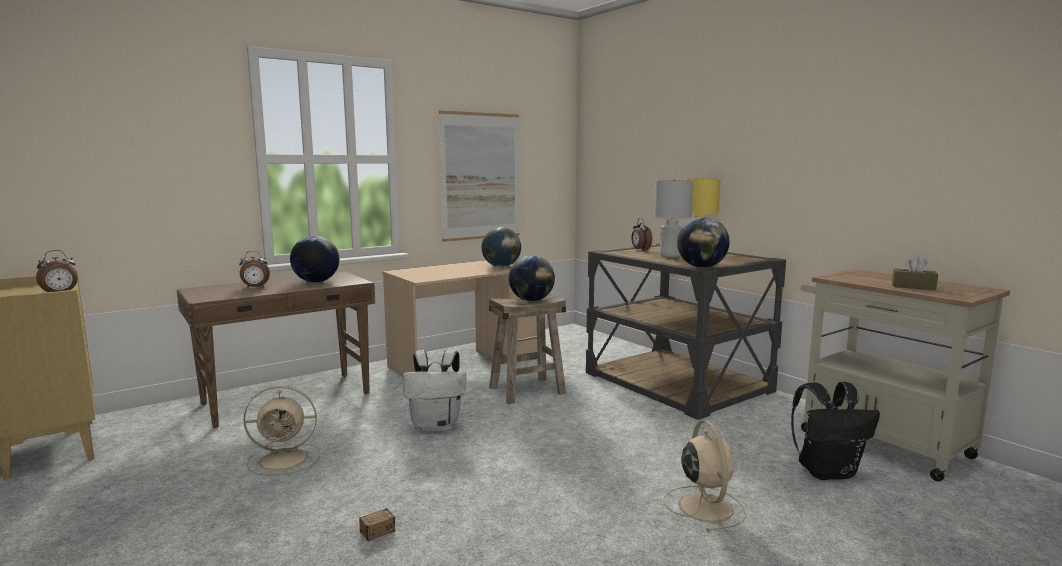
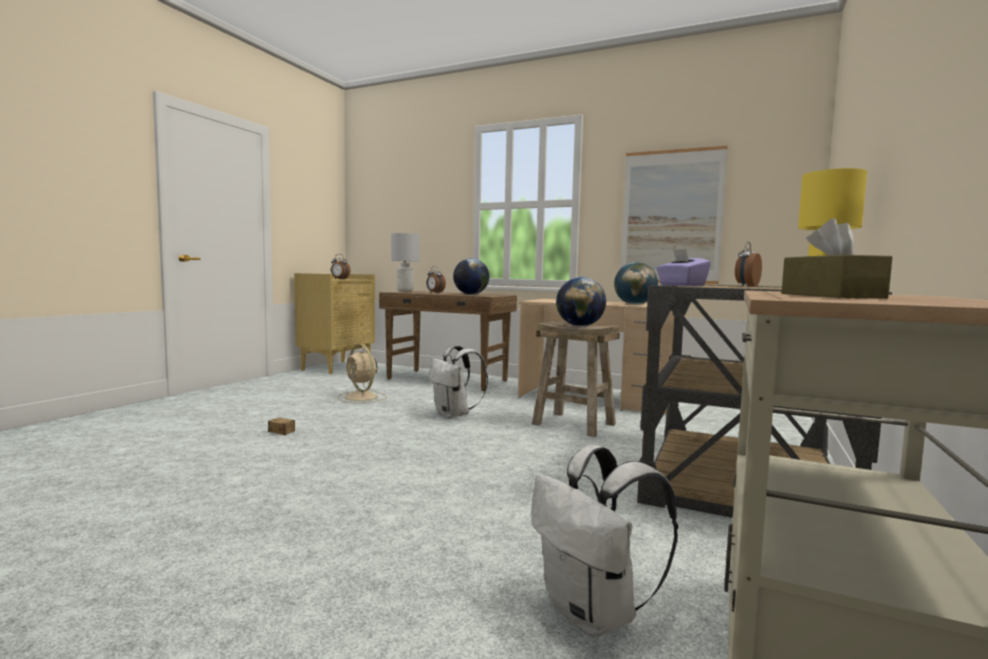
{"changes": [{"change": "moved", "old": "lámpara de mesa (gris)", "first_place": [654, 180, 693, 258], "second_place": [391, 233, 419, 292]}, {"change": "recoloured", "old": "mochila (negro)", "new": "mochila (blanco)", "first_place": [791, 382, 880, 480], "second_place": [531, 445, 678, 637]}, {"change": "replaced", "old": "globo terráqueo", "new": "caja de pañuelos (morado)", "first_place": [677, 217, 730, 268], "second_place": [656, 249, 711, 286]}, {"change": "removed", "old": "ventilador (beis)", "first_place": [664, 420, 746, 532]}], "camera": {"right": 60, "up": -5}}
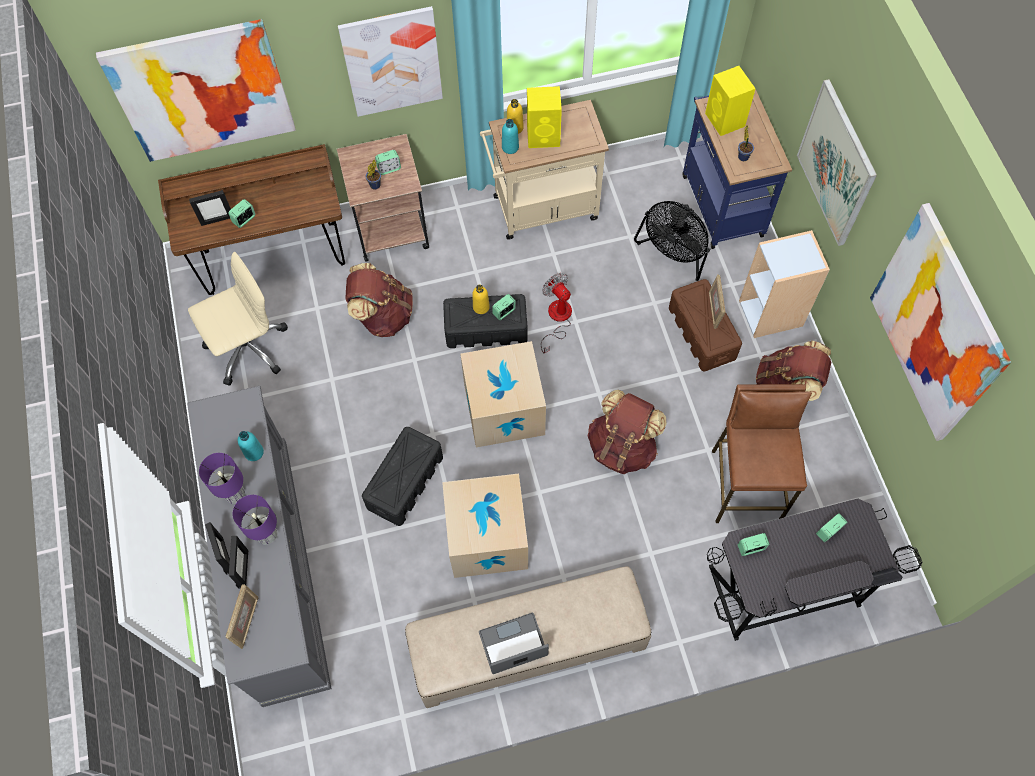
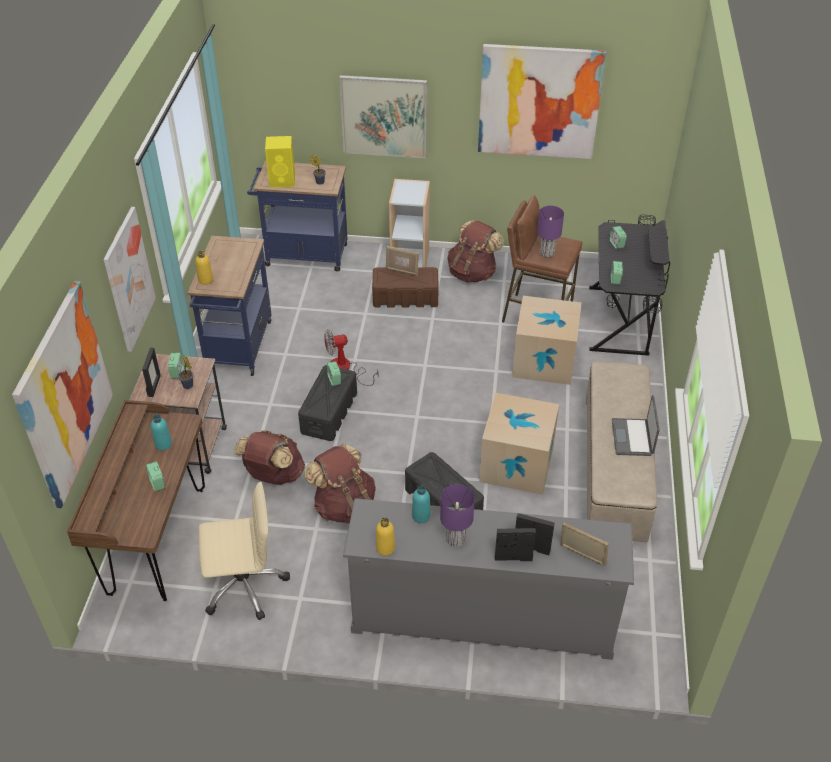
{"changes": [{"change": "moved", "old": "portarretratos", "first_place": [189, 190, 231, 226], "second_place": [142, 348, 161, 397]}, {"change": "moved", "old": "botella (turquesa)", "first_place": [502, 119, 519, 154], "second_place": [151, 414, 172, 450]}, {"change": "recoloured", "old": "carrito (beis)", "new": "carrito (azul)", "first_place": [480, 100, 609, 240], "second_place": [188, 236, 272, 376]}, {"change": "turned", "old": "silla de oficina (beis)", "first_place": [188, 252, 288, 386], "second_place": [199, 482, 290, 620], "degrees": 90}, {"change": "moved", "old": "mochila (marrón)", "first_place": [588, 390, 667, 474], "second_place": [304, 444, 376, 524]}, {"change": "moved", "old": "botella (amarillo)", "first_place": [472, 284, 490, 314], "second_place": [376, 517, 395, 556]}, {"change": "moved", "old": "caja de cartón", "first_place": [460, 341, 546, 447], "second_place": [512, 296, 581, 385]}, {"change": "moved", "old": "lámpara de mesa (morado)", "first_place": [233, 495, 277, 544], "second_place": [537, 206, 564, 257]}, {"change": "removed", "old": "altavoz (amarillo)", "first_place": [527, 86, 562, 148]}, {"change": "removed", "old": "ventilador (negro)", "first_place": [634, 201, 710, 281]}], "camera": {"right": -70, "up": -20}}
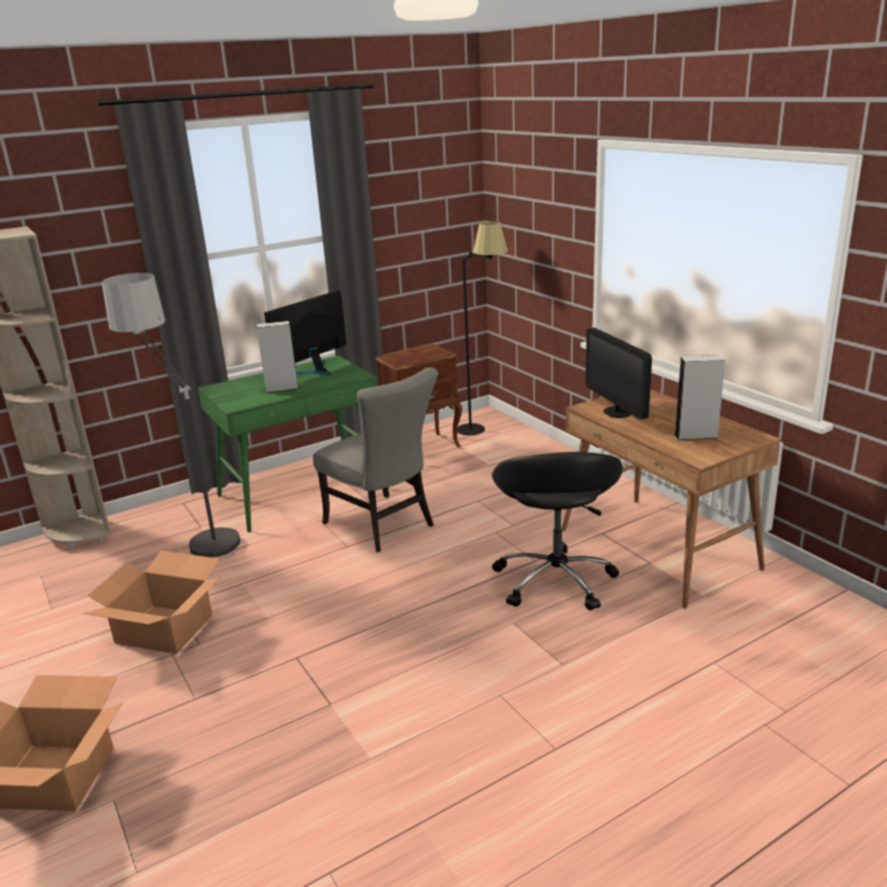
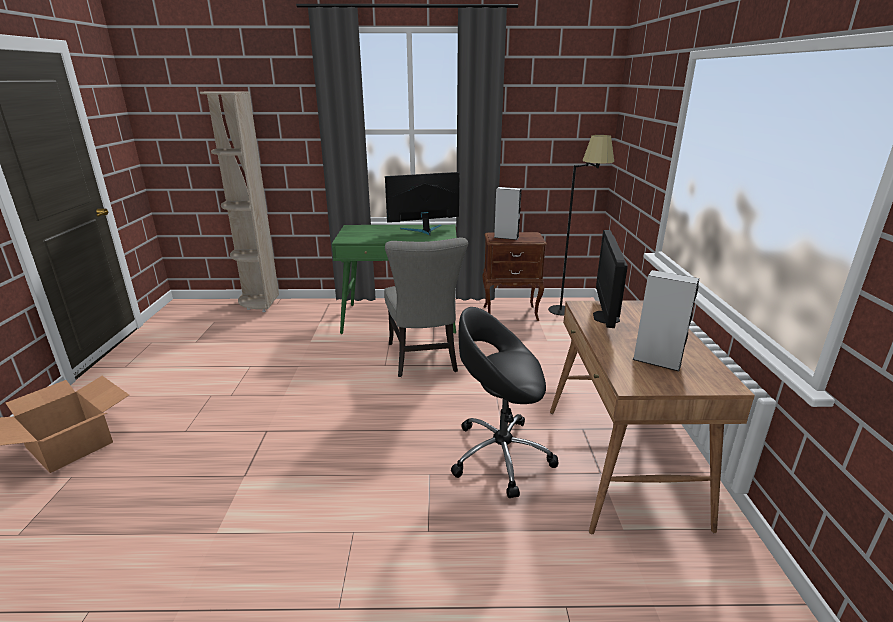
{"changes": [{"change": "turned", "old": "silla de oficina (negro)", "first_place": [492, 452, 623, 610], "second_place": [451, 307, 559, 498], "degrees": 60}, {"change": "moved", "old": "altavoz (gris)", "first_place": [256, 321, 298, 393], "second_place": [494, 187, 521, 240]}, {"change": "removed", "old": "caja de cartón", "first_place": [82, 551, 220, 654]}, {"change": "removed", "old": "lámpara de pie", "first_place": [102, 273, 240, 560]}], "camera": {"right": 30, "up": 0}}
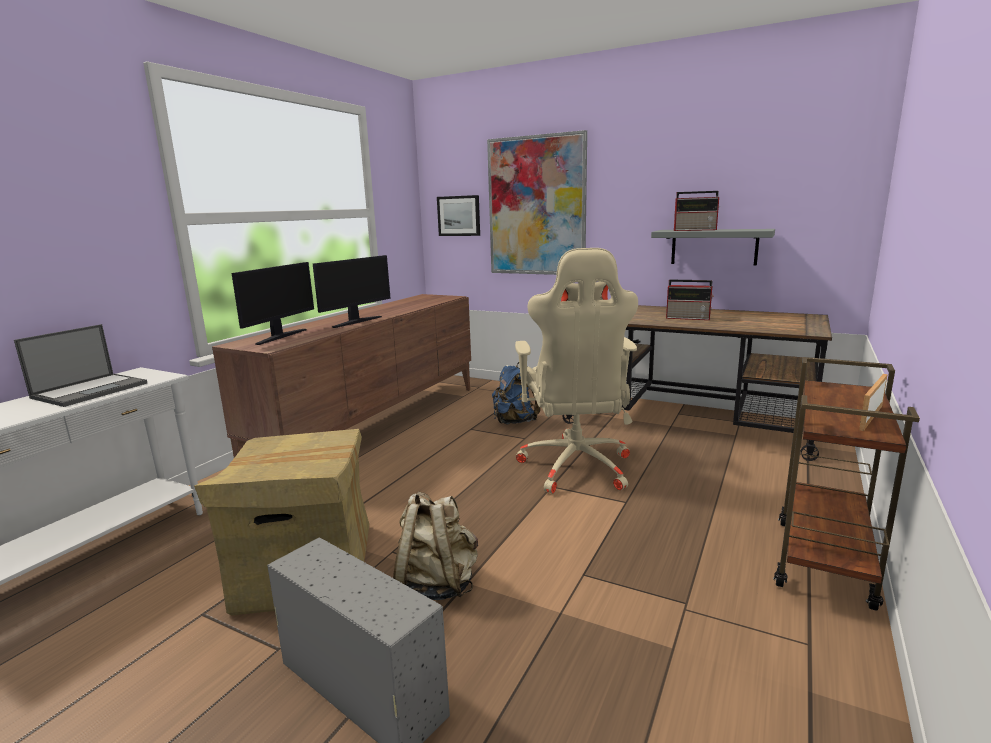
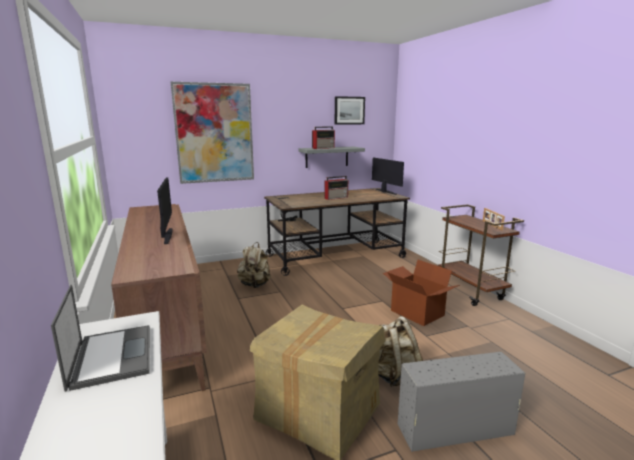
{"changes": [{"change": "recoloured", "old": "mochila (azul)", "new": "mochila (beis)", "first_place": [492, 362, 541, 424], "second_place": [237, 242, 271, 288]}, {"change": "moved", "old": "cuadro", "first_place": [437, 195, 480, 236], "second_place": [335, 96, 365, 125]}, {"change": "moved", "old": "monitor", "first_place": [231, 262, 314, 345], "second_place": [372, 158, 404, 195]}, {"change": "added", "new": "caja de cartón", "second_place": [383, 260, 460, 326]}, {"change": "removed", "old": "silla de oficina (beis)", "first_place": [515, 248, 638, 494]}], "camera": {"right": -50, "up": 0}}
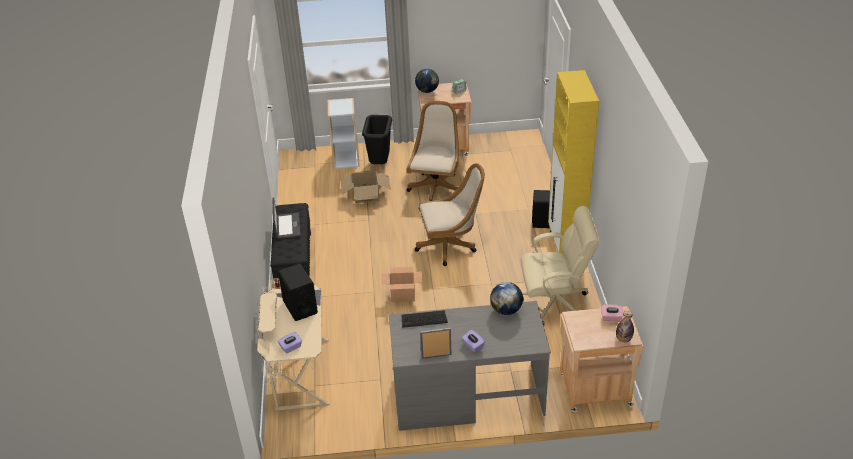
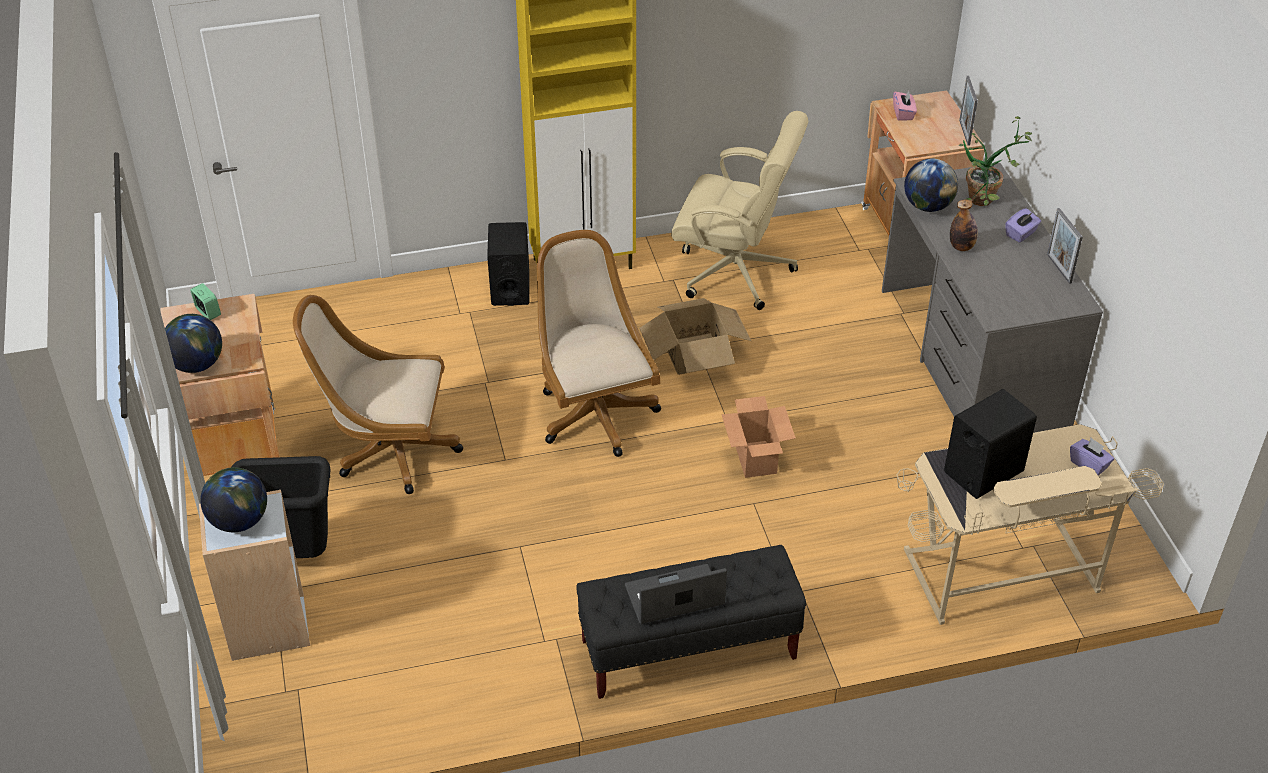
{"changes": [{"change": "added", "new": "globo terráqueo", "second_place": [200, 467, 267, 532]}, {"change": "moved", "old": "caja de cartón", "first_place": [341, 170, 391, 203], "second_place": [639, 298, 751, 375]}, {"change": "turned", "old": "silla de oficina (beis)", "first_place": [521, 206, 599, 325], "second_place": [671, 111, 809, 310], "degrees": 120}, {"change": "moved", "old": "botella", "first_place": [616, 311, 634, 342], "second_place": [950, 199, 978, 251]}, {"change": "added", "new": "portarretratos", "second_place": [959, 76, 978, 145]}, {"change": "added", "new": "planta en maceta", "second_place": [959, 116, 1032, 206]}, {"change": "removed", "old": "teclado", "first_place": [401, 310, 448, 327]}], "camera": {"right": -100, "up": 5}}
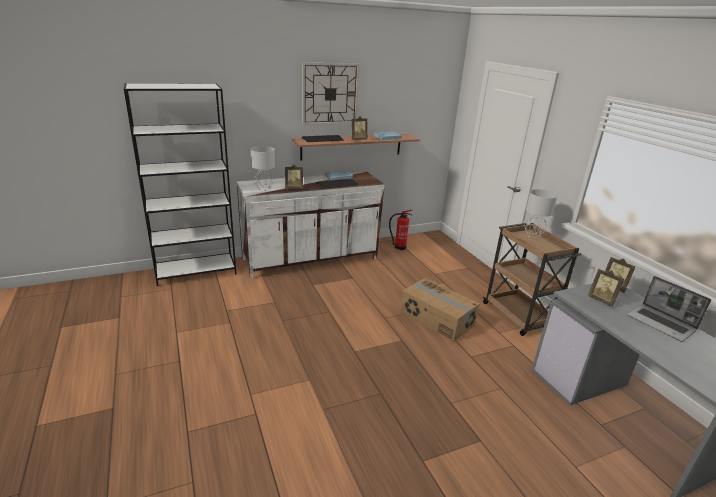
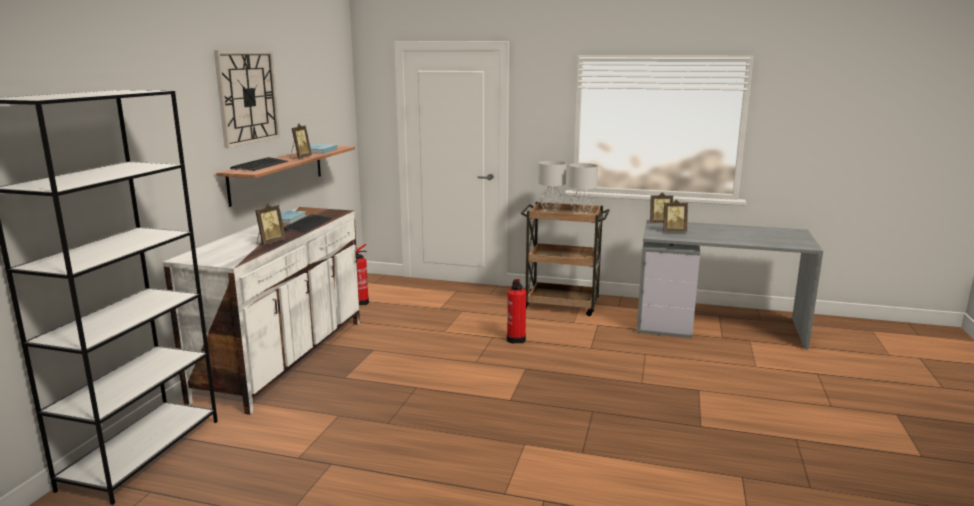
{"changes": [{"change": "replaced", "old": "caja de cartón", "new": "extintor", "first_place": [401, 278, 479, 342], "second_place": [507, 279, 526, 344]}, {"change": "moved", "old": "lámpara de mesa (gris)", "first_place": [251, 146, 275, 191], "second_place": [569, 163, 598, 215]}, {"change": "removed", "old": "portátil", "first_place": [627, 276, 711, 342]}], "camera": {"right": -50, "up": -10}}
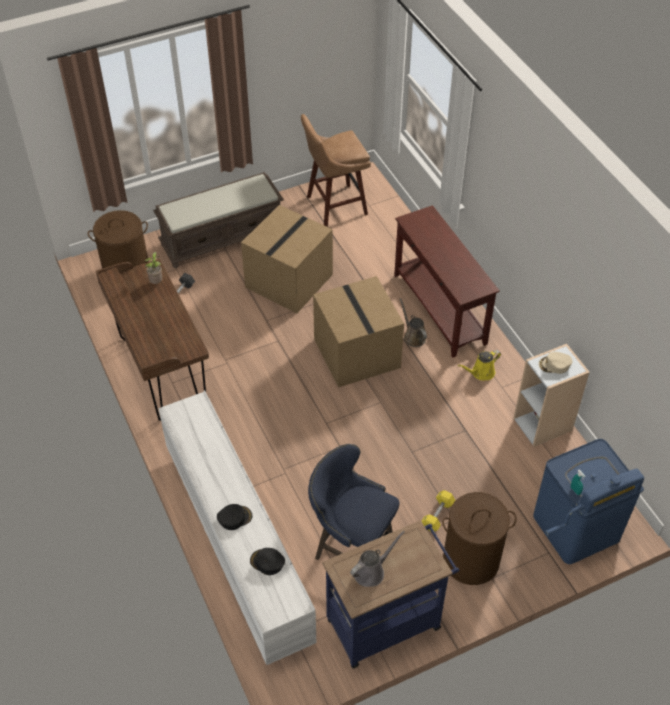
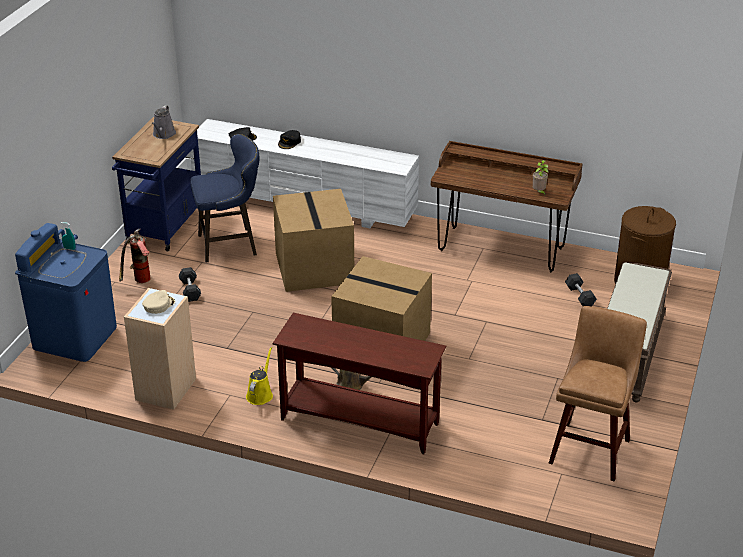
{"changes": [{"change": "replaced", "old": "cesto de la ropa (marrón)", "new": "extintor", "first_place": [442, 492, 517, 585], "second_place": [119, 229, 151, 283]}, {"change": "recoloured", "old": "mancuerna (amarillo)", "new": "mancuerna (negro)", "first_place": [421, 490, 456, 532], "second_place": [179, 267, 201, 302]}, {"change": "moved", "old": "caja de cartón", "first_place": [241, 205, 333, 313], "second_place": [273, 189, 354, 292]}], "camera": {"right": 135, "up": -15}}
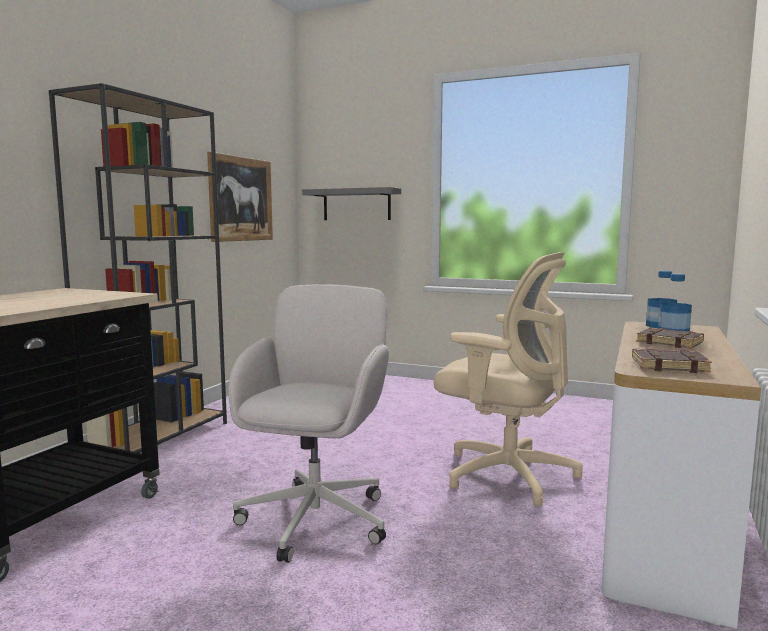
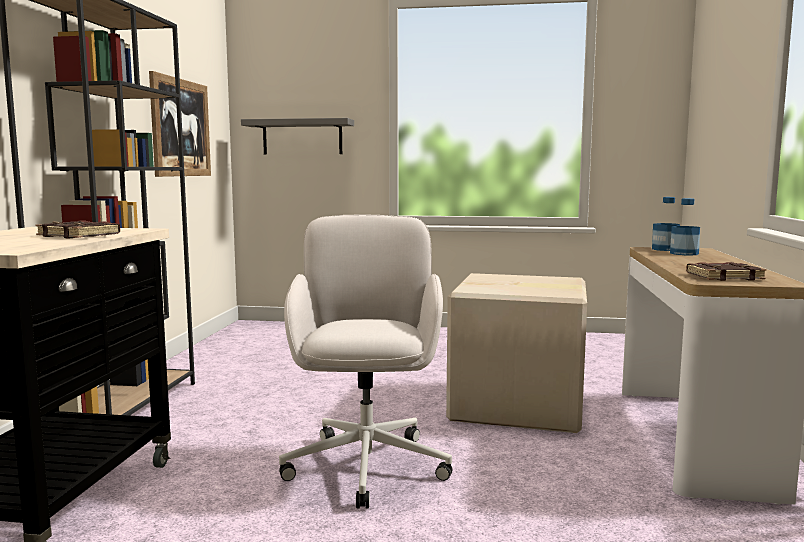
{"changes": [{"change": "moved", "old": "libro (marrón)", "first_place": [636, 328, 704, 348], "second_place": [35, 220, 120, 239]}, {"change": "replaced", "old": "silla de oficina (beis)", "new": "caja de cartón", "first_place": [434, 252, 583, 507], "second_place": [446, 273, 587, 433]}], "camera": {"right": -15, "up": 0}}
